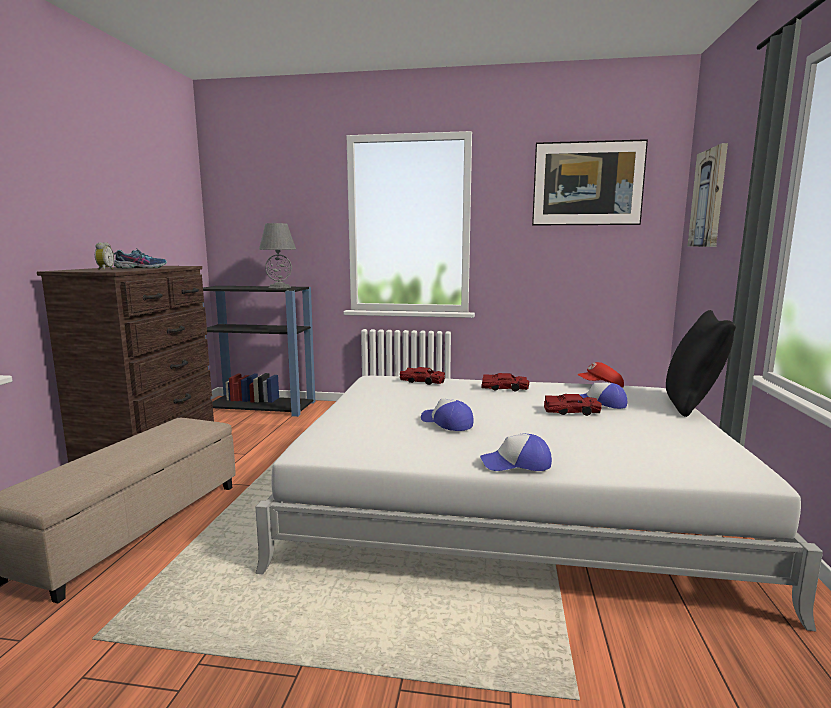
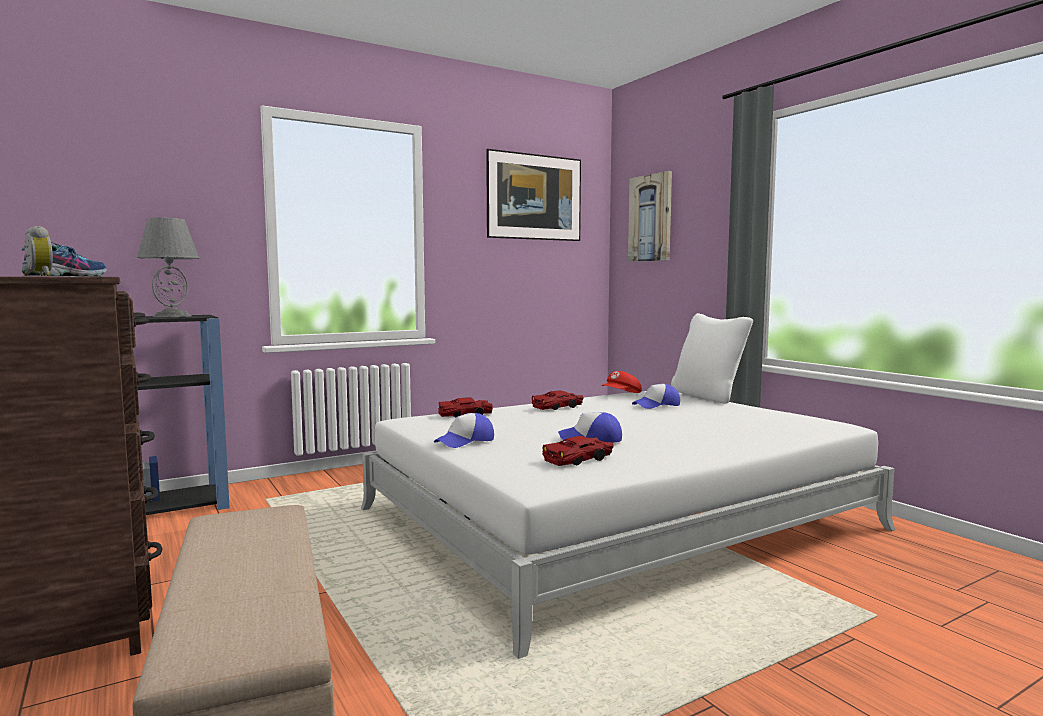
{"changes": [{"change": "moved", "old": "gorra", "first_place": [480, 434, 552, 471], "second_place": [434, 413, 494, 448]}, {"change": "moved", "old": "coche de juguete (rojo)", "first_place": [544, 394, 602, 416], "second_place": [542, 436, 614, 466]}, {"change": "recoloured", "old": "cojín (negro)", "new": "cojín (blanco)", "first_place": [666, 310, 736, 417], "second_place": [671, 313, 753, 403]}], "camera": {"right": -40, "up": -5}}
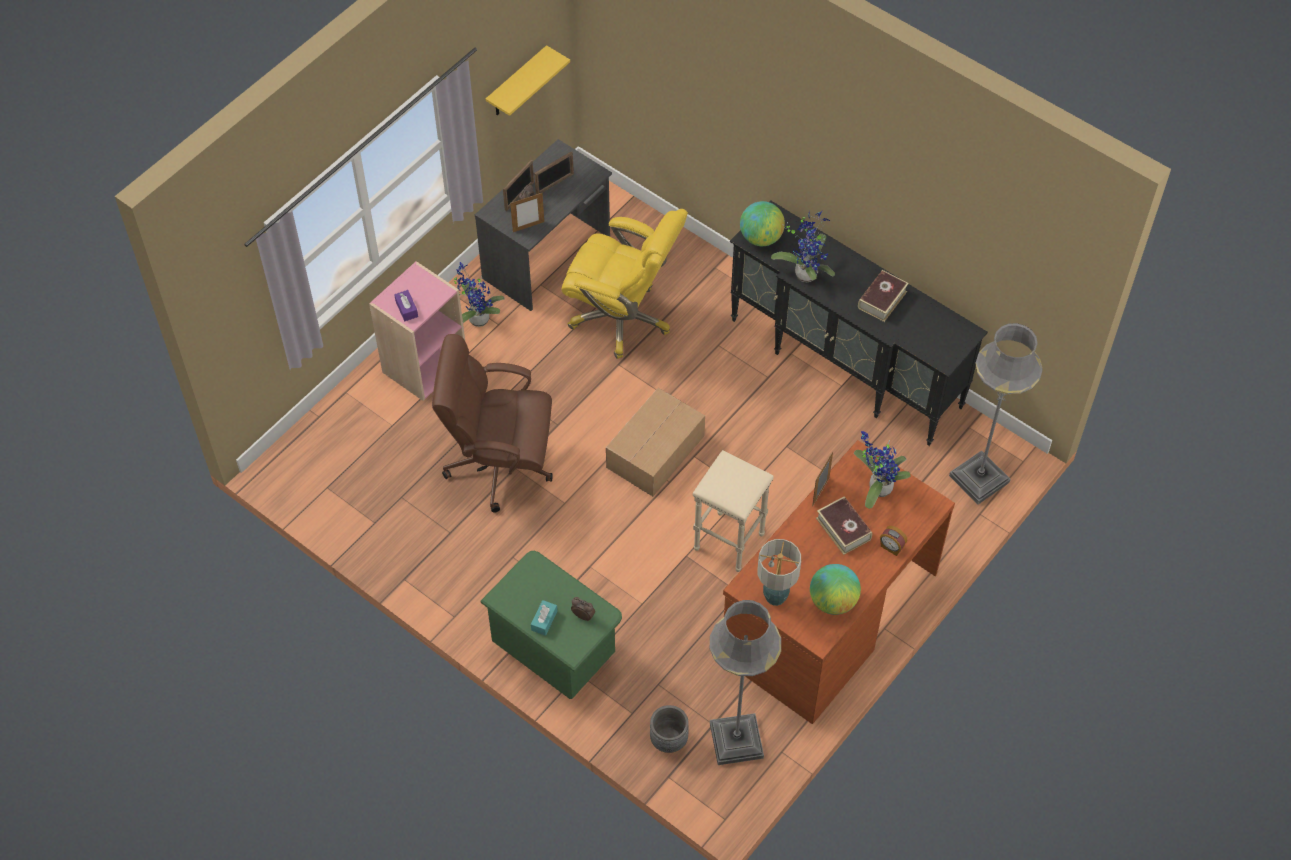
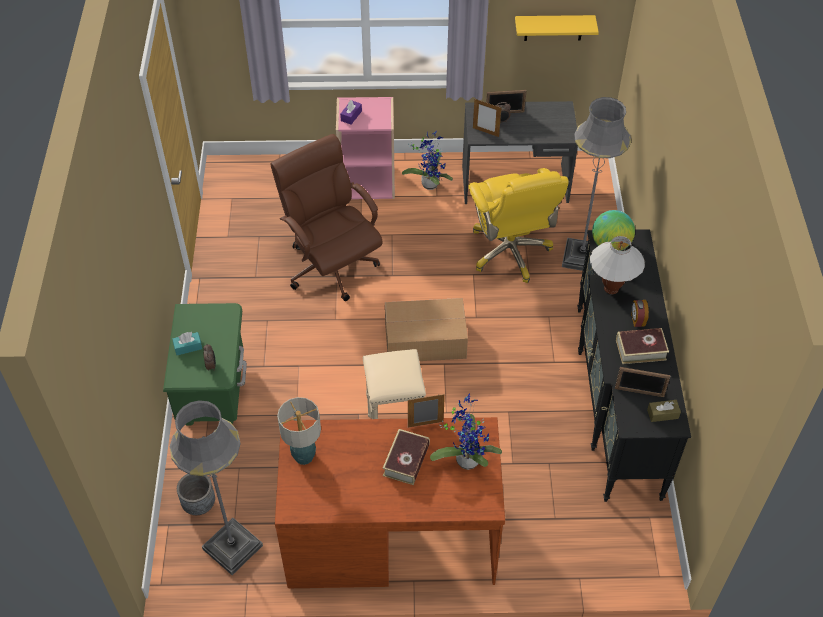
{"changes": [{"change": "moved", "old": "lámpara de pie (gris)", "first_place": [949, 323, 1043, 504], "second_place": [562, 97, 631, 271]}, {"change": "replaced", "old": "planta en maceta", "new": "lámpara de mesa (blanco)", "first_place": [771, 210, 835, 282], "second_place": [590, 236, 645, 294]}, {"change": "moved", "old": "portarretratos", "first_place": [534, 151, 574, 194], "second_place": [615, 367, 671, 397]}, {"change": "moved", "old": "despertador", "first_place": [880, 526, 908, 556], "second_place": [631, 300, 649, 327]}, {"change": "added", "new": "caja de pañuelos (marrón)", "second_place": [647, 400, 681, 422]}, {"change": "removed", "old": "globo terráqueo", "first_place": [810, 564, 861, 615]}], "camera": {"right": 50, "up": -5}}
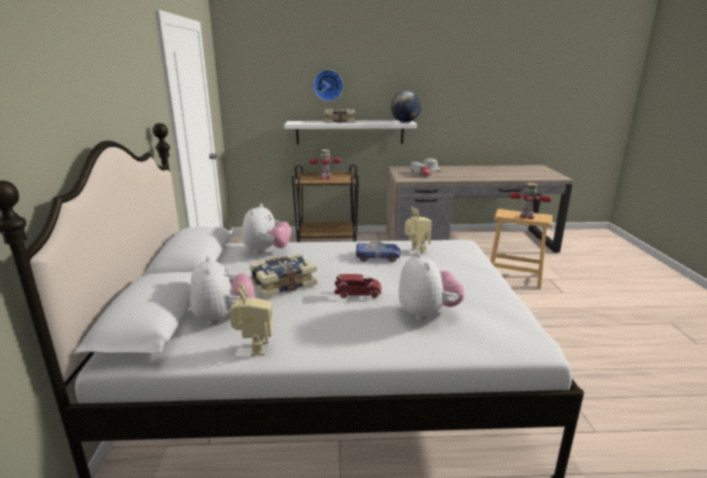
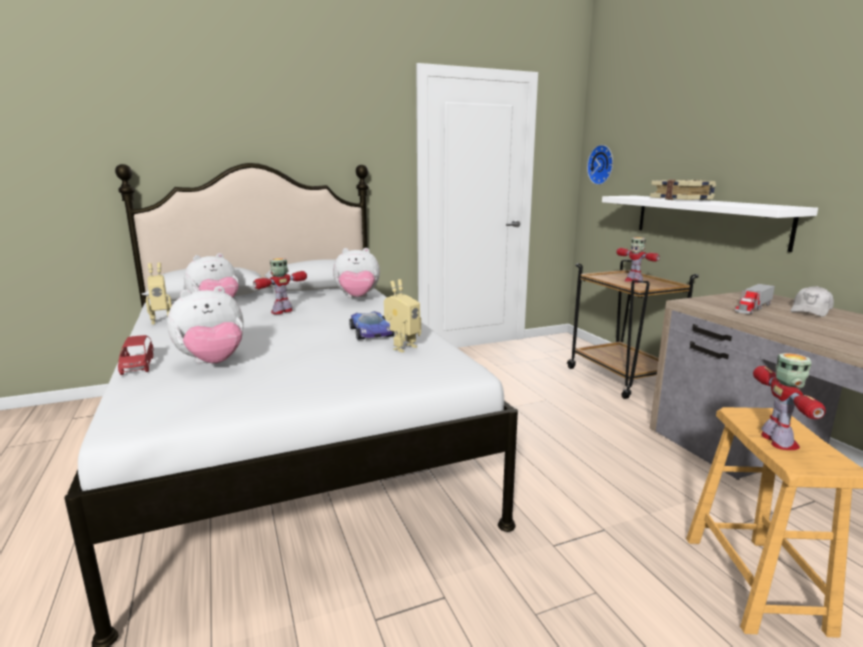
{"changes": [{"change": "moved", "old": "coche de juguete (rojo)", "first_place": [335, 274, 382, 298], "second_place": [118, 335, 154, 375]}, {"change": "replaced", "old": "libro", "new": "robot de juguete", "first_place": [250, 253, 317, 298], "second_place": [253, 258, 307, 314]}, {"change": "moved", "old": "reloj de pared", "first_place": [313, 70, 343, 101], "second_place": [587, 145, 613, 185]}, {"change": "removed", "old": "globo terráqueo", "first_place": [391, 91, 421, 123]}], "camera": {"right": 70, "up": -5}}
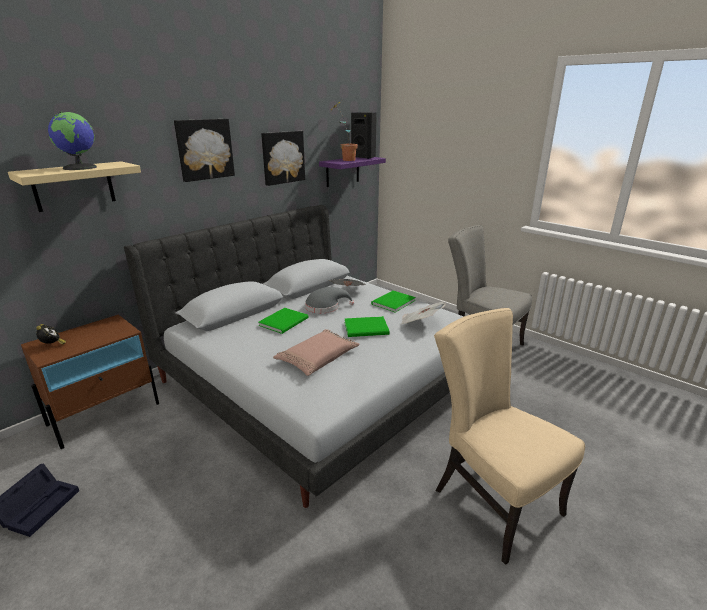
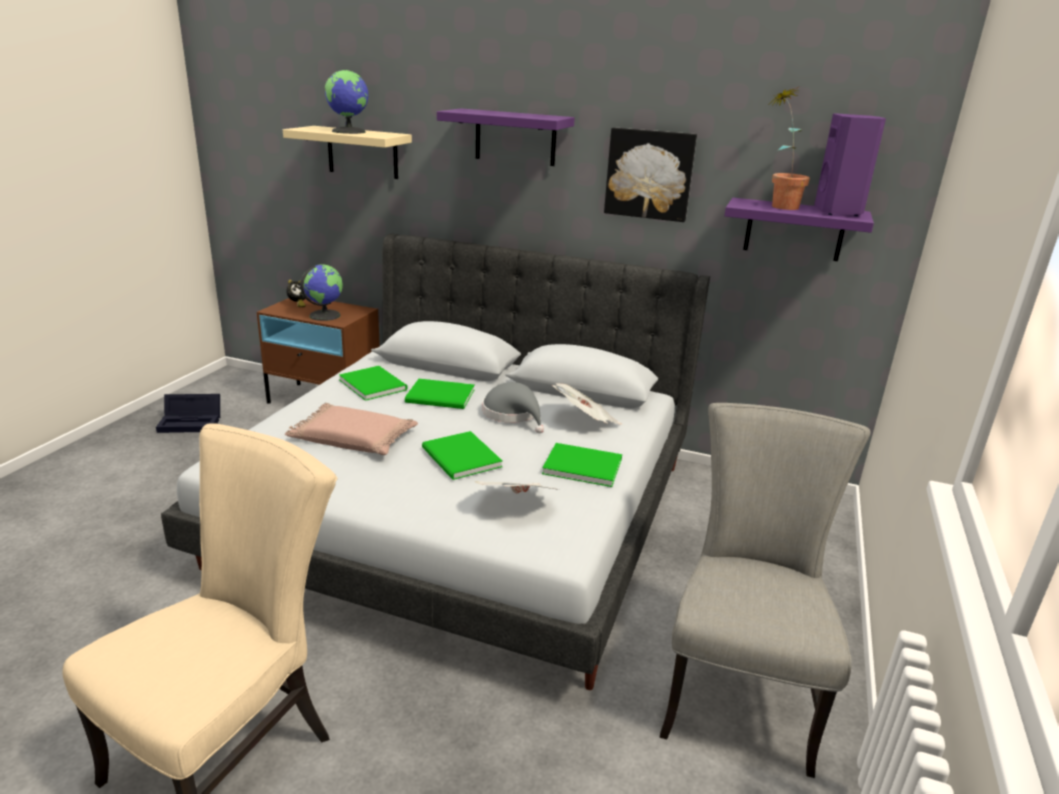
{"changes": [{"change": "added", "new": "globo terráqueo", "second_place": [300, 264, 343, 321]}, {"change": "added", "new": "libro (verde)", "second_place": [339, 366, 408, 401]}, {"change": "replaced", "old": "cuadro", "new": "estante (morado)", "first_place": [174, 119, 235, 182], "second_place": [437, 108, 575, 166]}, {"change": "recoloured", "old": "altavoz (negro)", "new": "altavoz (morado)", "first_place": [351, 112, 377, 159], "second_place": [814, 114, 886, 216]}], "camera": {"right": 65, "up": 0}}
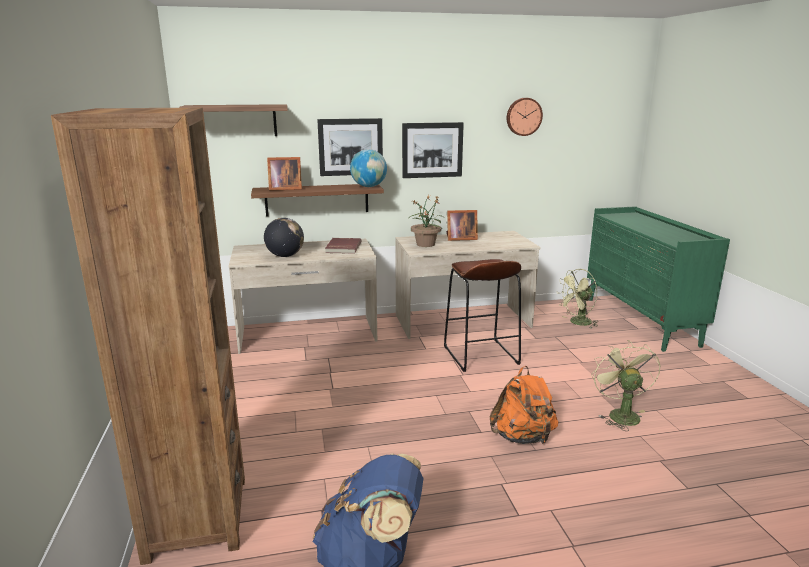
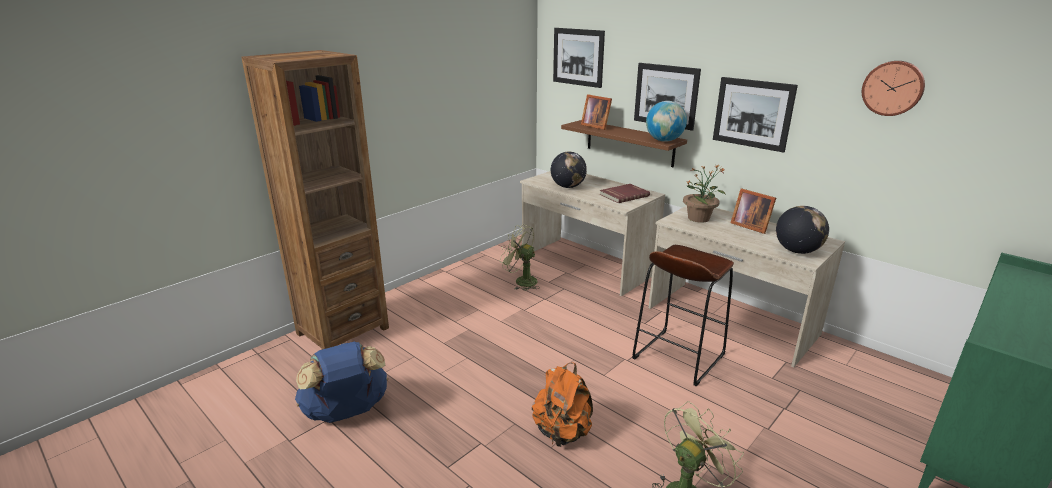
{"changes": [{"change": "moved", "old": "ventilador (verde)", "first_place": [556, 269, 598, 328], "second_place": [500, 224, 540, 291]}, {"change": "replaced", "old": "estante", "new": "cuadro", "first_place": [179, 104, 288, 136], "second_place": [553, 28, 605, 88]}, {"change": "added", "new": "globo terráqueo", "second_place": [776, 206, 829, 254]}], "camera": {"right": 55, "up": 5}}
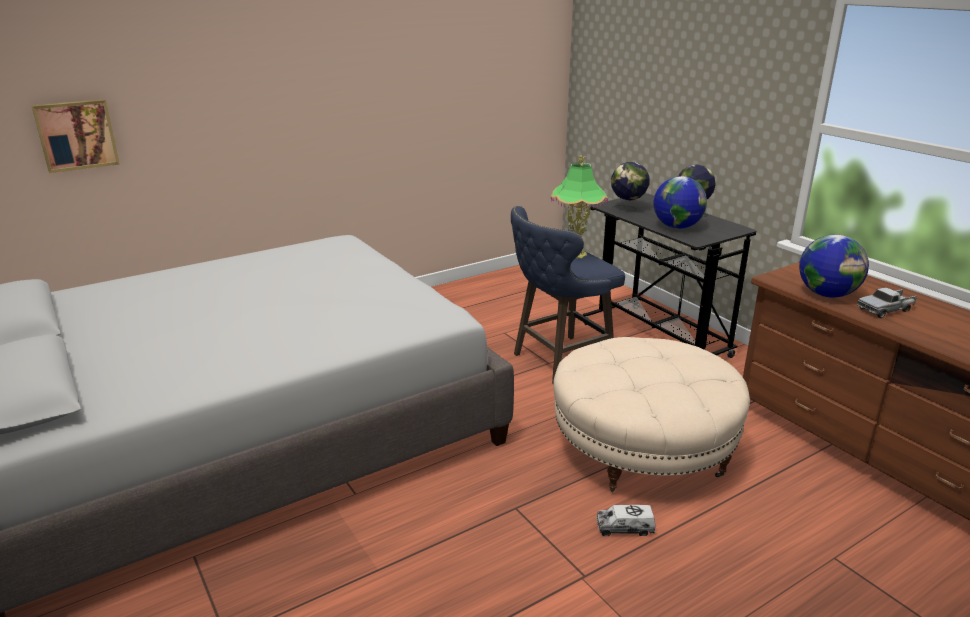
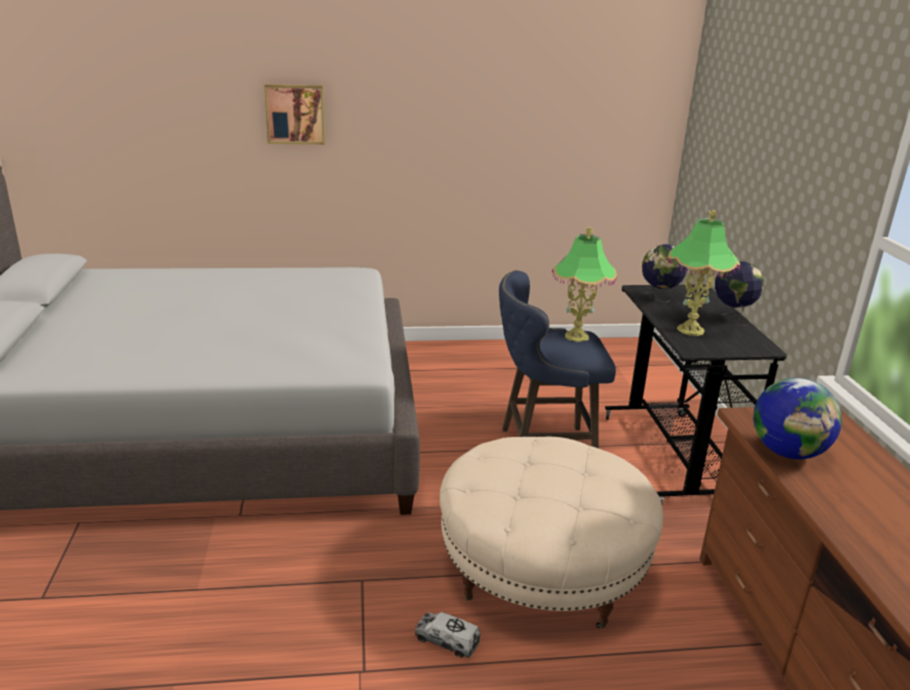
{"changes": [{"change": "moved", "old": "cuadro", "first_place": [31, 99, 120, 173], "second_place": [264, 84, 325, 145]}, {"change": "replaced", "old": "globo terráqueo", "new": "lámpara de mesa", "first_place": [654, 176, 707, 229], "second_place": [667, 210, 740, 336]}, {"change": "removed", "old": "camión de juguete", "first_place": [857, 288, 917, 318]}], "camera": {"right": 25, "up": 0}}
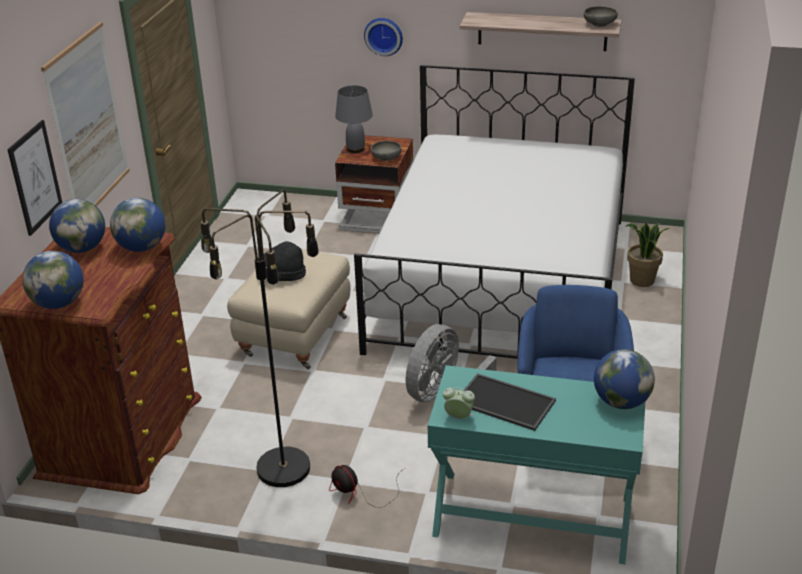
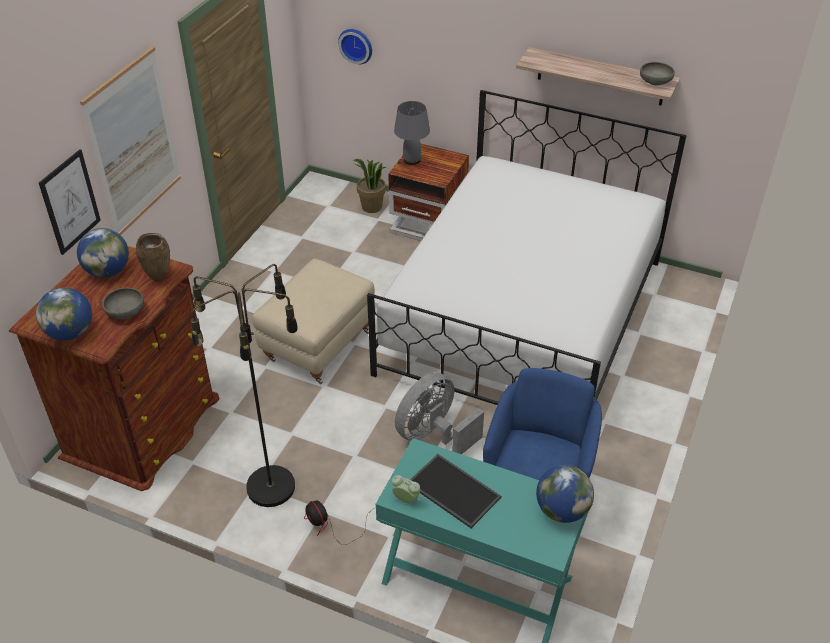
{"changes": [{"change": "moved", "old": "cuenco (gris)", "first_place": [371, 141, 402, 161], "second_place": [102, 287, 144, 319]}, {"change": "replaced", "old": "globo terráqueo", "new": "florero (marrón)", "first_place": [110, 198, 165, 252], "second_place": [136, 233, 170, 282]}, {"change": "moved", "old": "reloj de pared", "first_place": [364, 18, 403, 56], "second_place": [338, 29, 372, 64]}, {"change": "moved", "old": "planta en maceta", "first_place": [626, 222, 670, 287], "second_place": [352, 159, 387, 213]}, {"change": "removed", "old": "sombrero (negro)", "first_place": [264, 241, 306, 281]}], "camera": {"right": 10, "up": 10}}
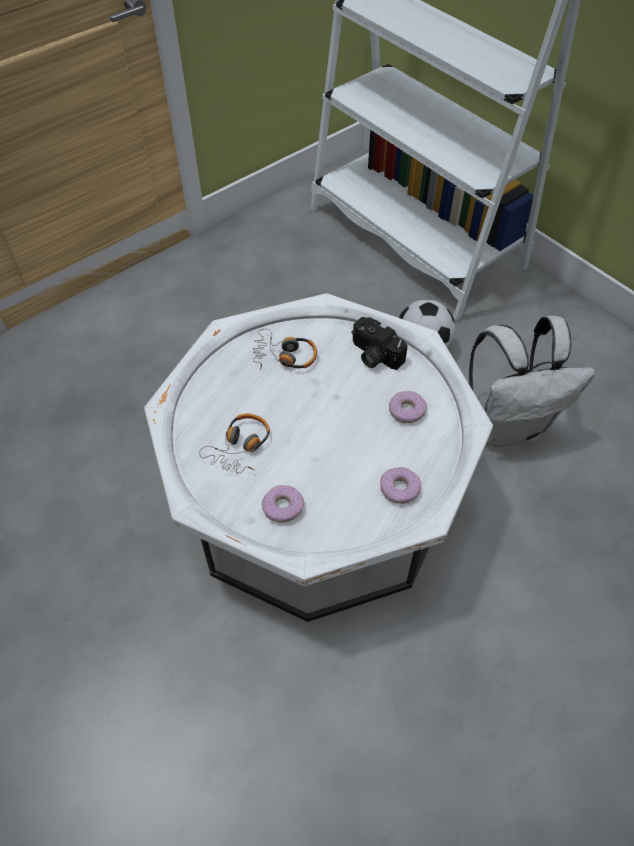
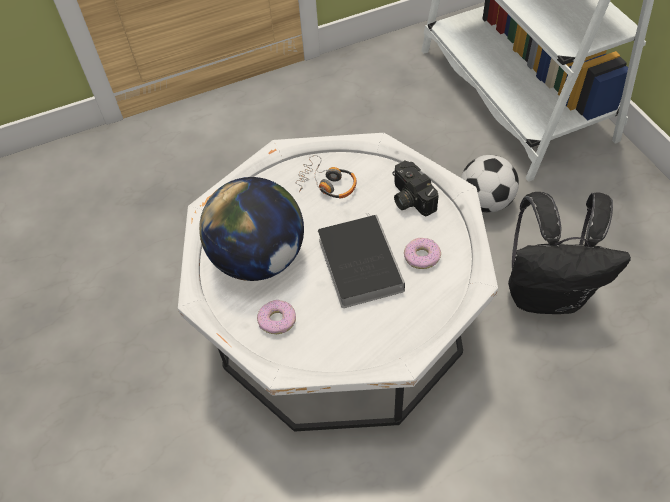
{"changes": [{"change": "replaced", "old": "auriculares", "new": "globo terráqueo", "first_place": [199, 414, 270, 473], "second_place": [199, 177, 304, 281]}, {"change": "added", "new": "libro", "second_place": [318, 213, 405, 308]}, {"change": "recoloured", "old": "mochila (blanco)", "new": "mochila (negro)", "first_place": [469, 316, 595, 447], "second_place": [508, 192, 631, 314]}, {"change": "removed", "old": "rosquilla", "first_place": [380, 467, 421, 504]}], "camera": {"right": 20, "up": 0}}
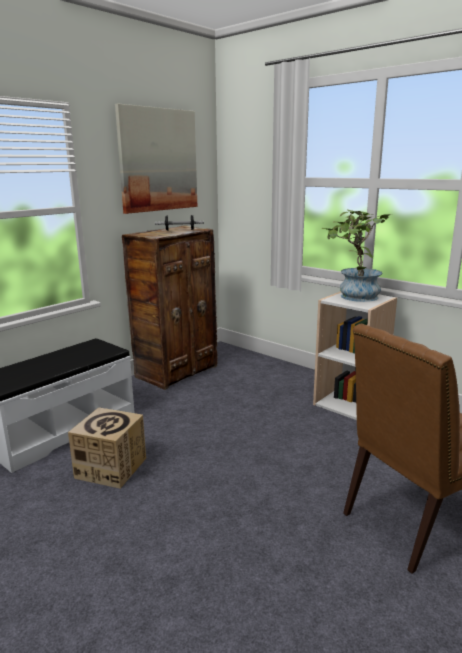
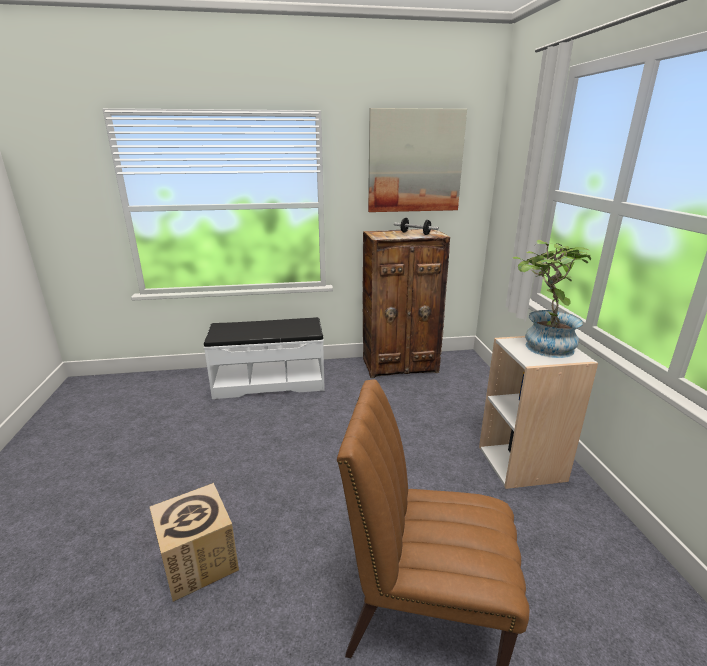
{"changes": [{"change": "moved", "old": "caja de cartón", "first_place": [68, 407, 146, 489], "second_place": [150, 483, 239, 602]}], "camera": {"right": 40, "up": 5}}
